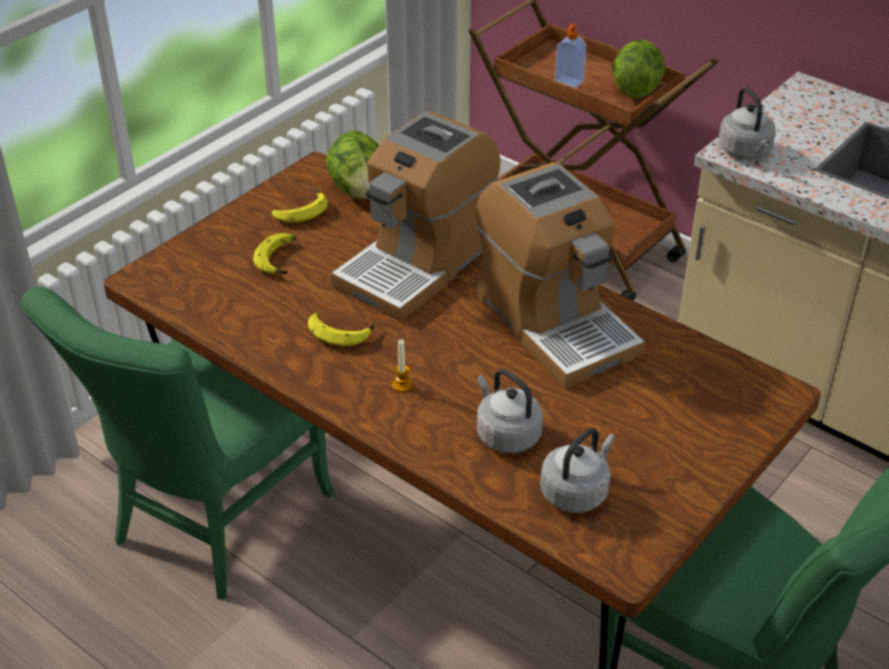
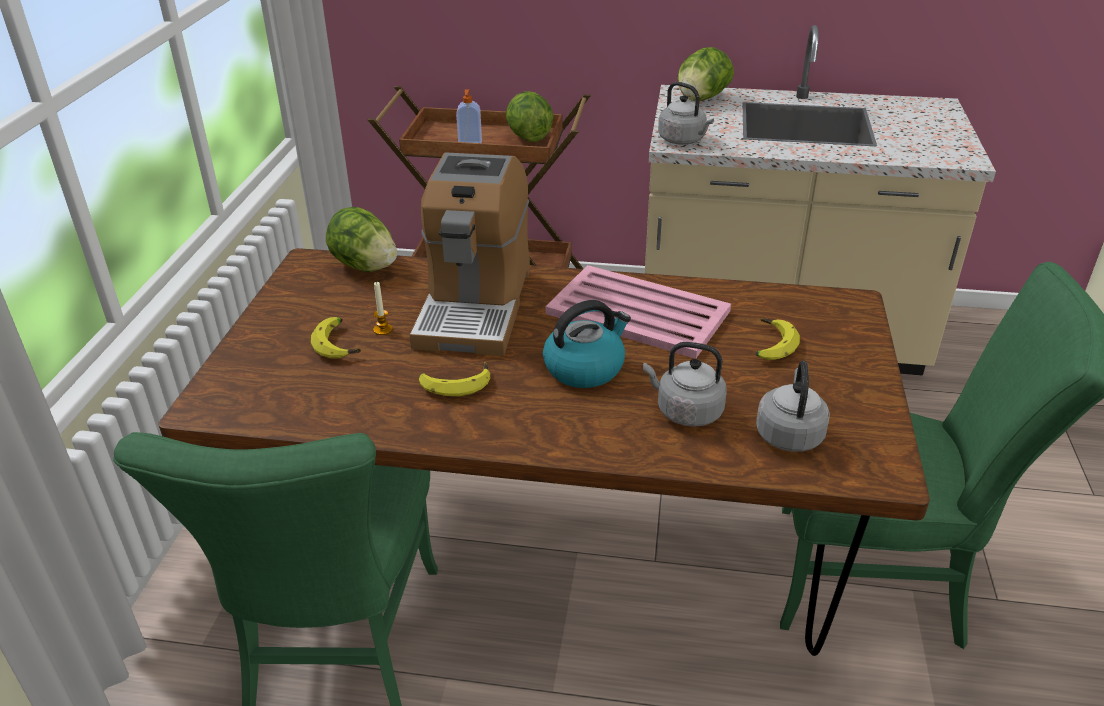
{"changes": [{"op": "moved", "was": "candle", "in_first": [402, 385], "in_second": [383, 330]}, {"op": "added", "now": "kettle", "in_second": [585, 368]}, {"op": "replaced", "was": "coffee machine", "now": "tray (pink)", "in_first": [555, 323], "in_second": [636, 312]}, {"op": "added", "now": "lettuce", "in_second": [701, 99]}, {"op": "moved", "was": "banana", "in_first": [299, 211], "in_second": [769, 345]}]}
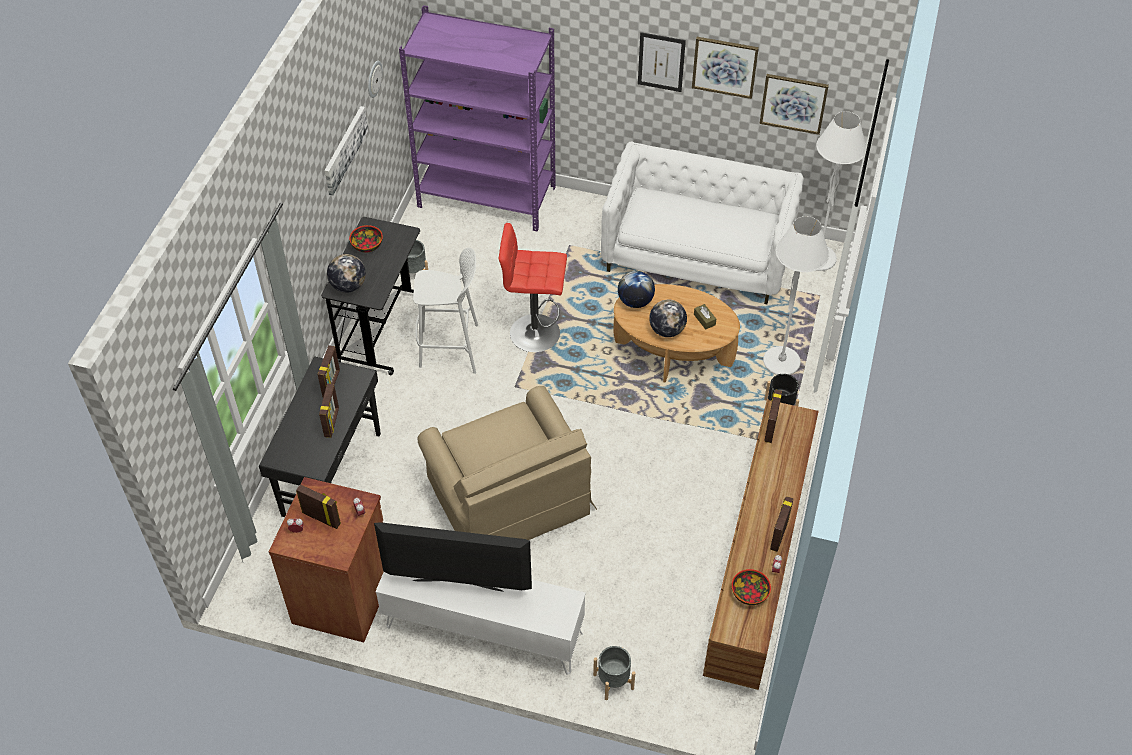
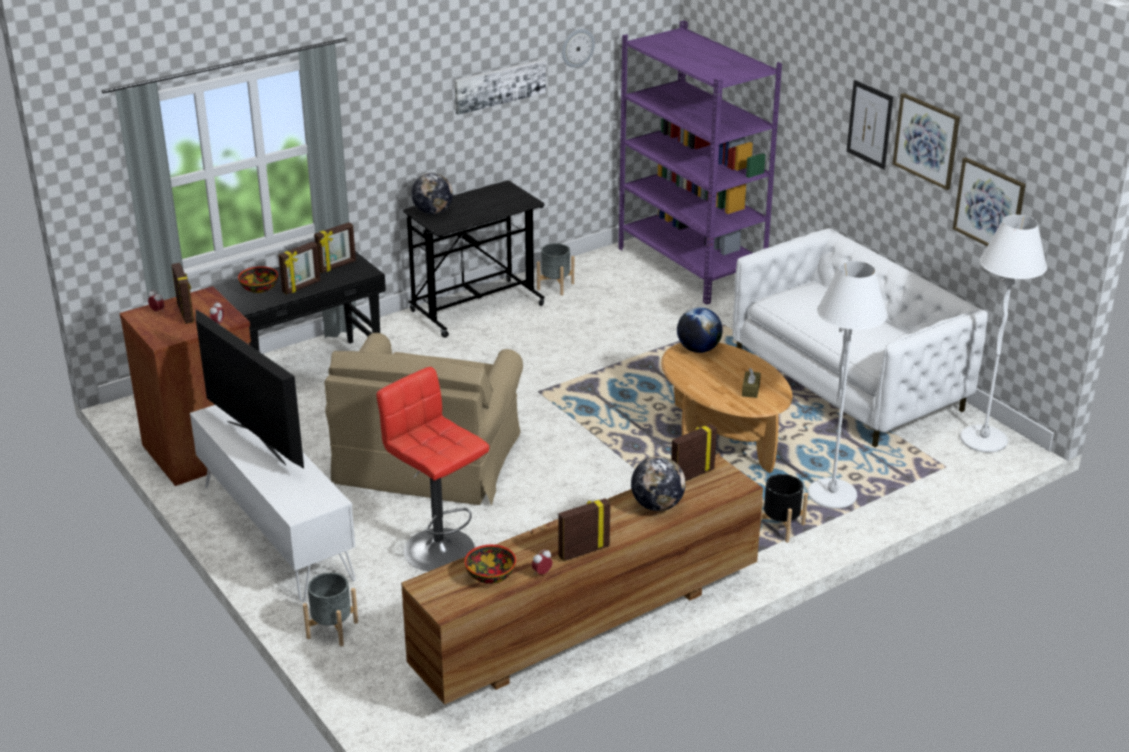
{"changes": [{"op": "moved", "was": "bowl", "in_first": [367, 245], "in_second": [260, 288]}, {"op": "moved", "was": "stool (red)", "in_first": [534, 333], "in_second": [439, 549]}, {"op": "moved", "was": "globe", "in_first": [667, 330], "in_second": [657, 505]}, {"op": "removed", "was": "stool (white)", "in_first": [451, 349]}]}
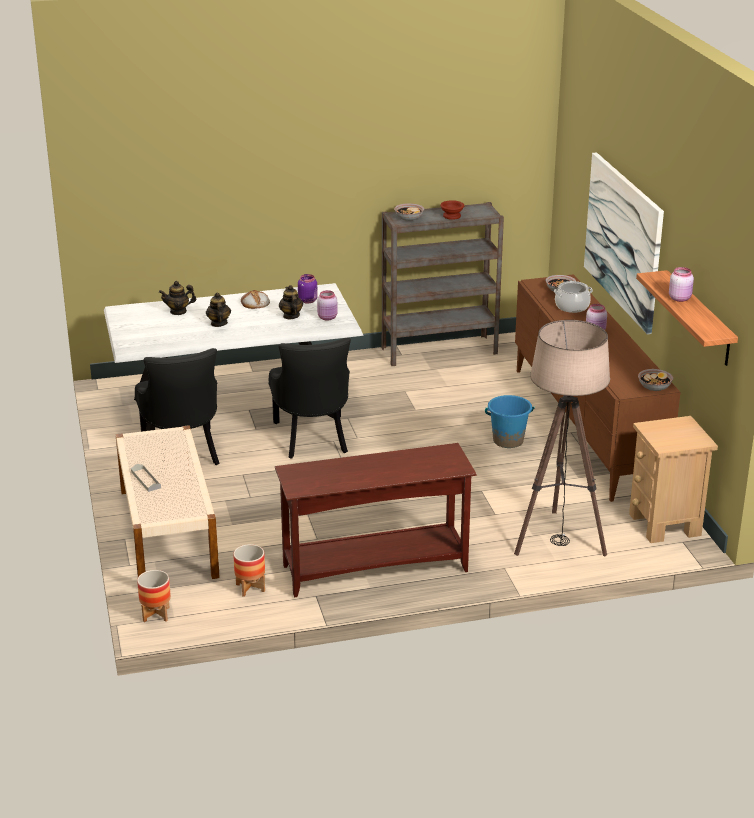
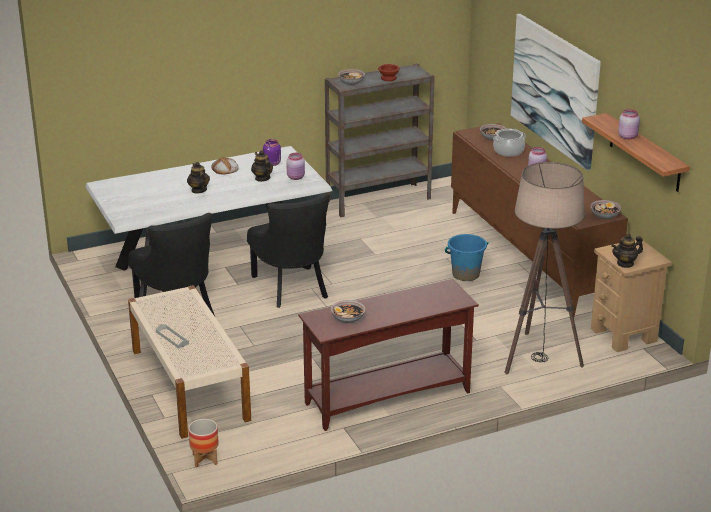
{"changes": [{"op": "added", "now": "bowl", "in_second": [348, 318]}, {"op": "moved", "was": "teapot", "in_first": [178, 311], "in_second": [625, 263]}, {"op": "removed", "was": "planter", "in_first": [250, 588]}]}
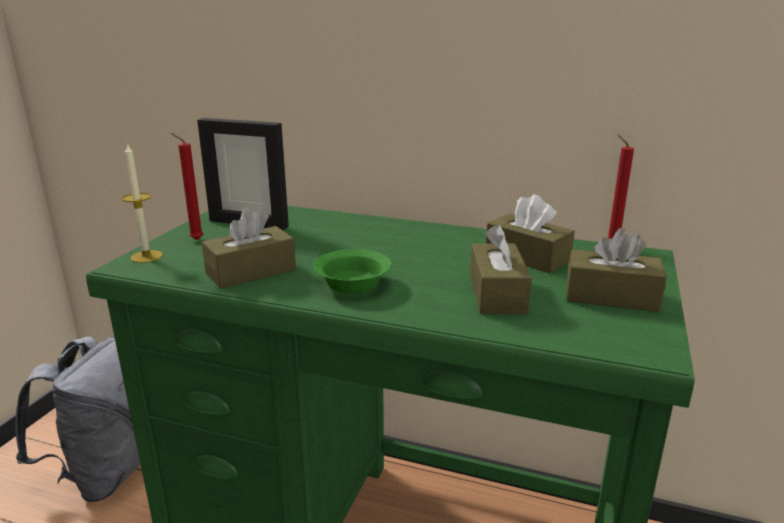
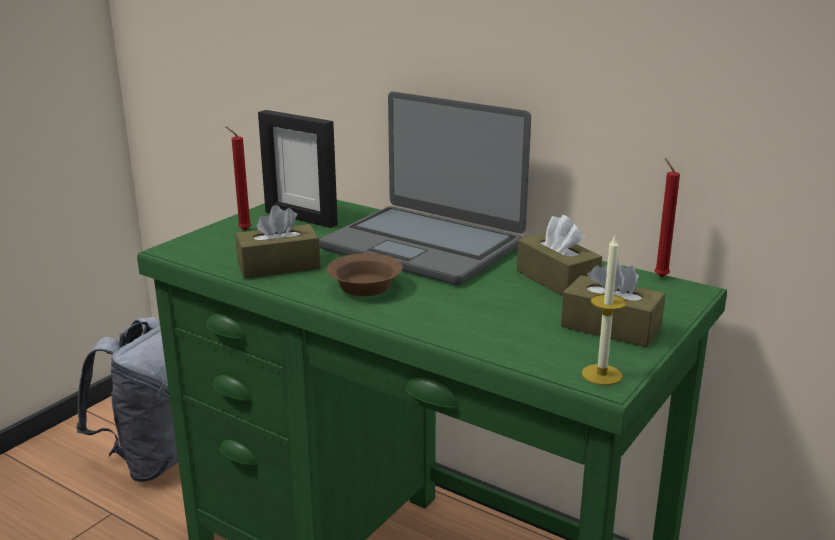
{"changes": [{"op": "added", "now": "laptop", "in_second": [423, 246]}, {"op": "recoloured", "was": "bowl (green)", "now": "bowl (brown)", "in_first": [354, 283], "in_second": [367, 287]}, {"op": "moved", "was": "candle", "in_first": [146, 256], "in_second": [601, 375]}, {"op": "removed", "was": "tissue box (brown)", "in_first": [497, 294]}]}
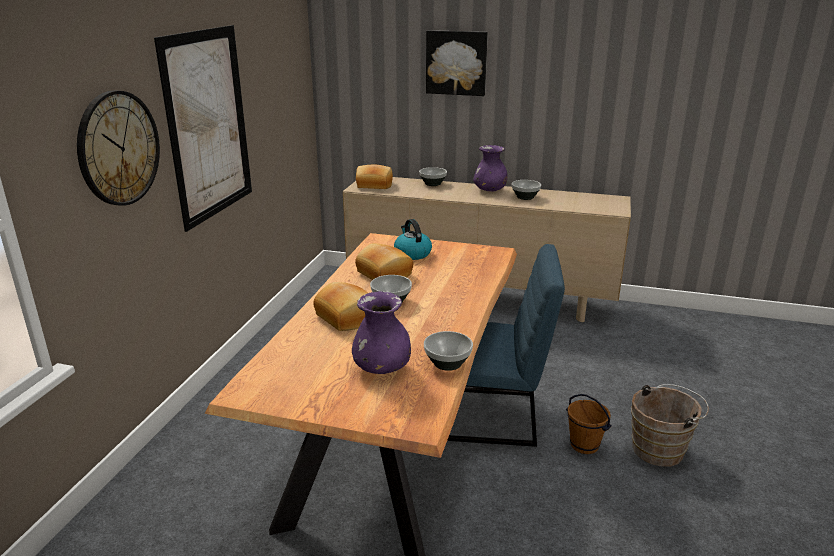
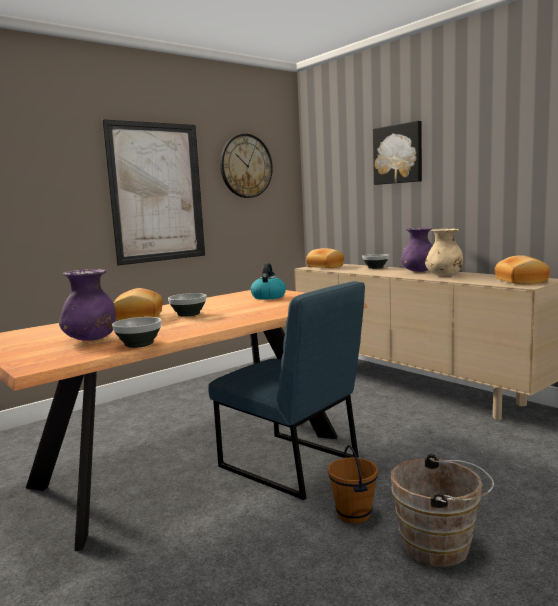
{"changes": [{"op": "moved", "was": "wall clock", "in_first": [118, 148], "in_second": [246, 166]}, {"op": "replaced", "was": "bowl", "now": "vase (beige)", "in_first": [525, 197], "in_second": [444, 275]}, {"op": "moved", "was": "bread", "in_first": [383, 274], "in_second": [520, 281]}]}
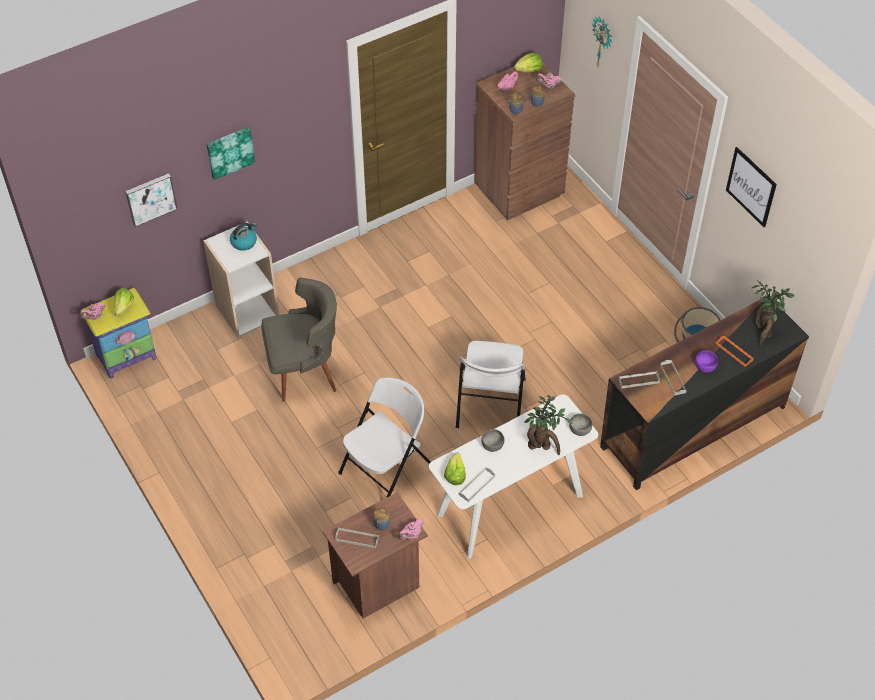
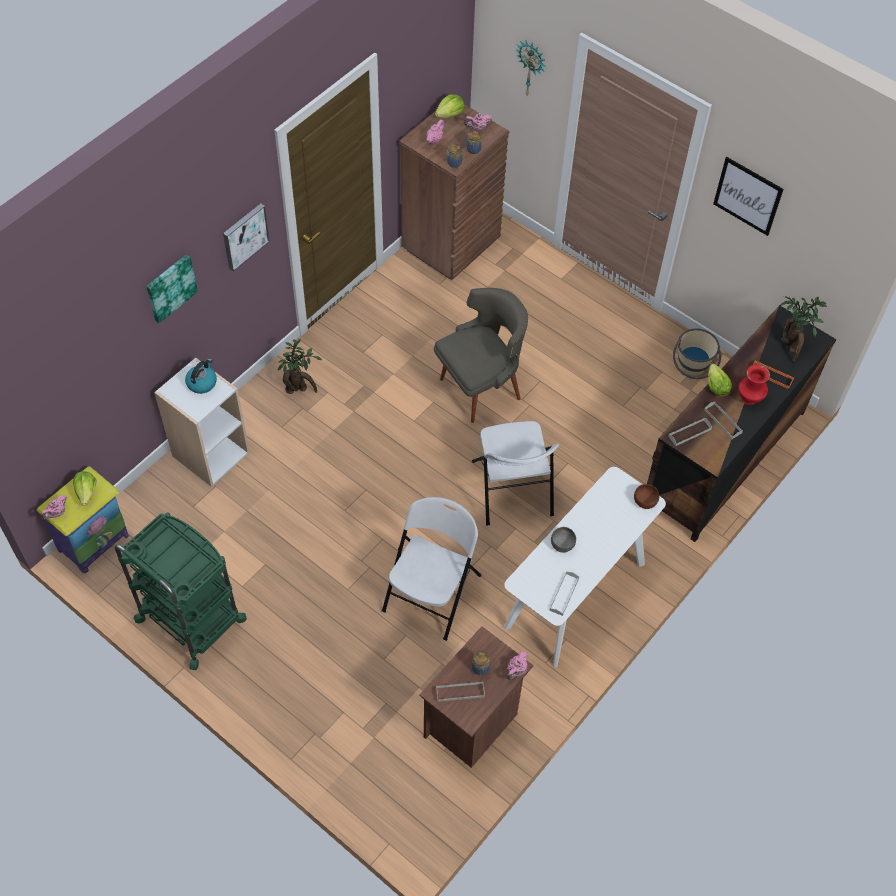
{"changes": [{"op": "added", "now": "cart (green)", "in_second": [192, 619]}, {"op": "moved", "was": "picture", "in_first": [150, 198], "in_second": [244, 236]}, {"op": "moved", "was": "potted plant", "in_first": [542, 447], "in_second": [299, 389]}, {"op": "moved", "was": "chair (grey)", "in_first": [304, 374], "in_second": [479, 389]}, {"op": "recoloured", "was": "bowl (grey)", "now": "bowl (brown)", "in_first": [580, 430], "in_second": [645, 501]}, {"op": "moved", "was": "lettuce", "in_first": [455, 474], "in_second": [716, 386]}, {"op": "replaced", "was": "bowl (purple)", "now": "vase (red)", "in_first": [705, 367], "in_second": [749, 399]}]}
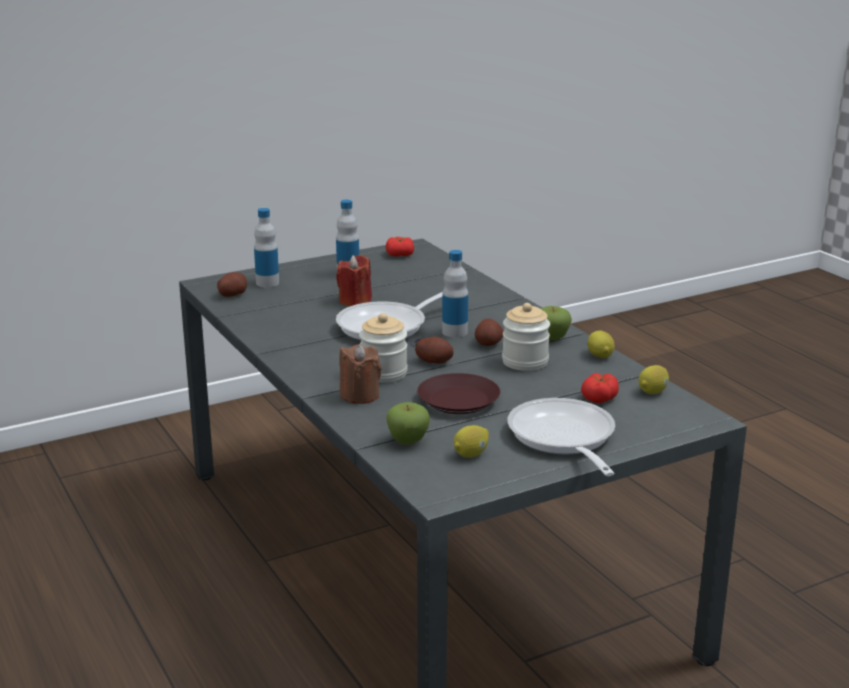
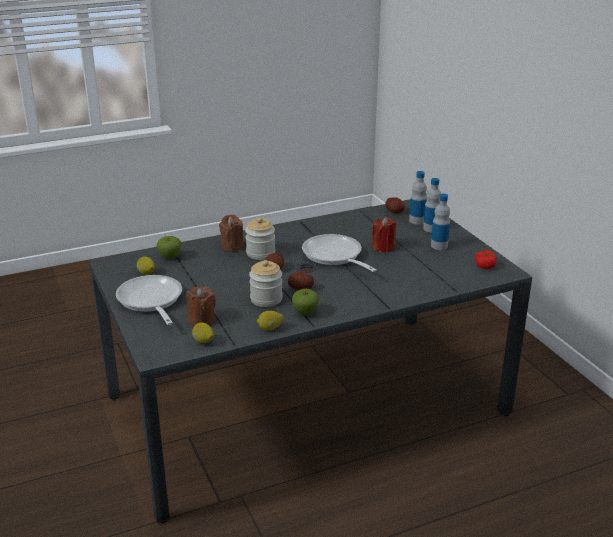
{"changes": [{"op": "turned", "was": "frying pan", "in_first": [563, 439], "in_second": [151, 301], "clockwise": -105}, {"op": "replaced", "was": "tomato", "now": "candle (brown)", "in_first": [599, 398], "in_second": [201, 320]}, {"op": "moved", "was": "bottle", "in_first": [454, 332], "in_second": [431, 228]}, {"op": "removed", "was": "plate (brown)", "in_first": [459, 400]}]}
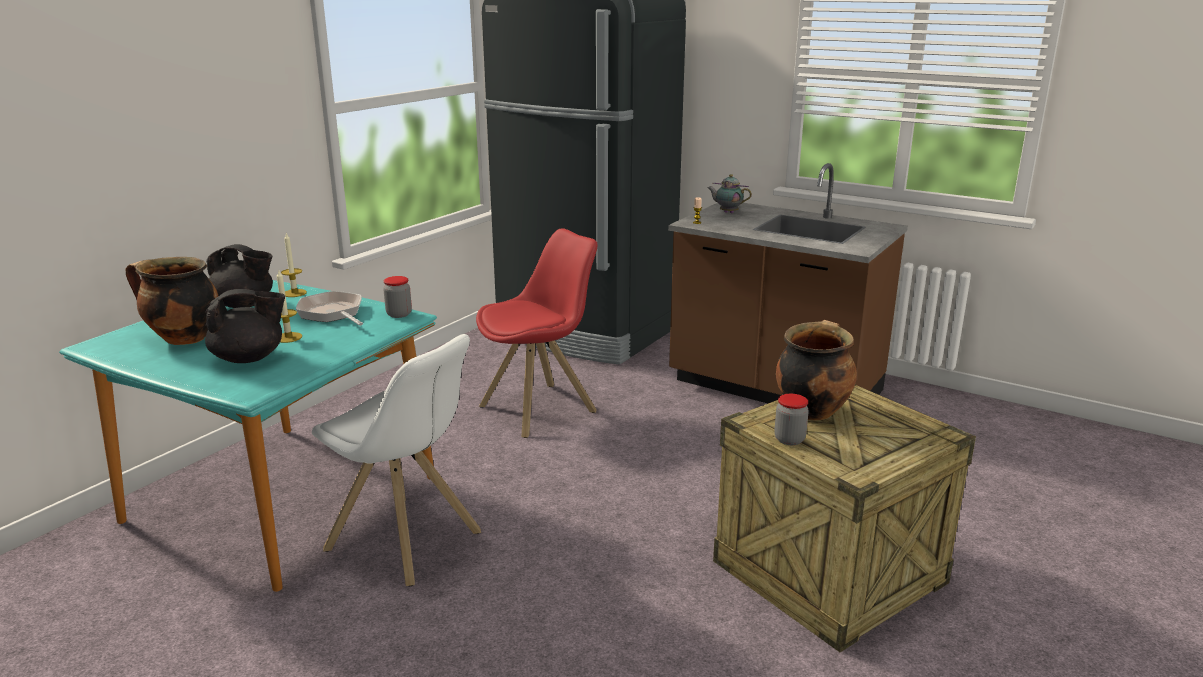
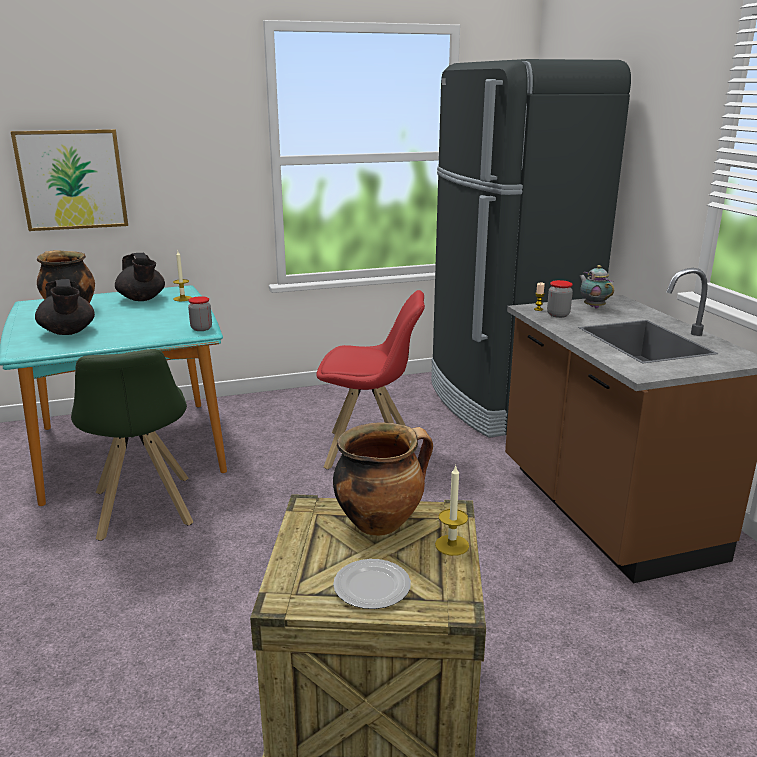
{"changes": [{"op": "added", "now": "picture", "in_second": [72, 179]}, {"op": "turned", "was": "teapot (black)", "in_first": [250, 358], "in_second": [68, 332], "clockwise": 45}, {"op": "recoloured", "was": "chair (white)", "now": "chair (green)", "in_first": [405, 540], "in_second": [144, 508]}, {"op": "added", "now": "plate", "in_second": [372, 588]}, {"op": "moved", "was": "candle", "in_first": [288, 337], "in_second": [452, 545]}, {"op": "moved", "was": "jar", "in_first": [789, 439], "in_second": [558, 315]}, {"op": "removed", "was": "frying pan", "in_first": [332, 313]}]}
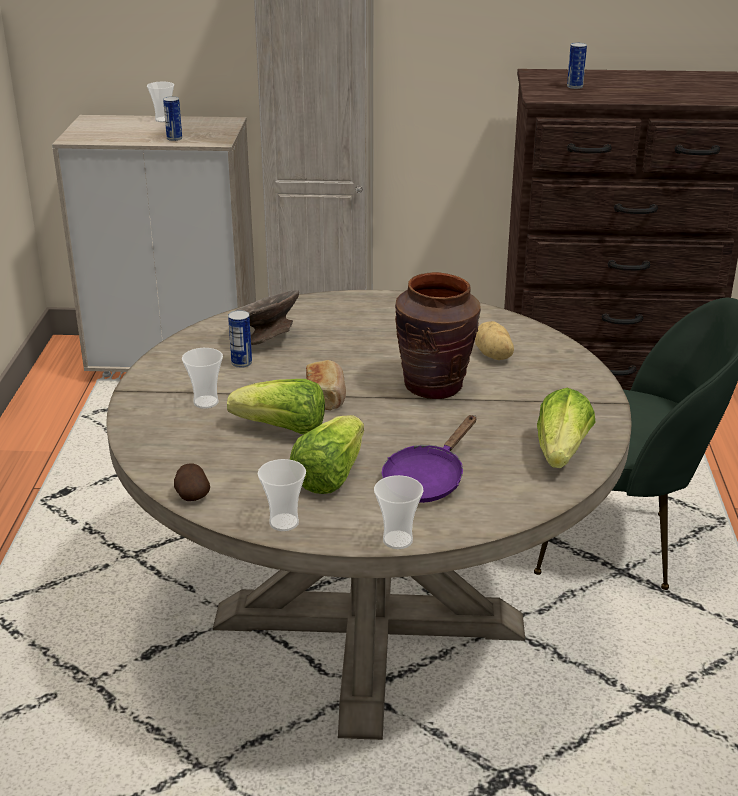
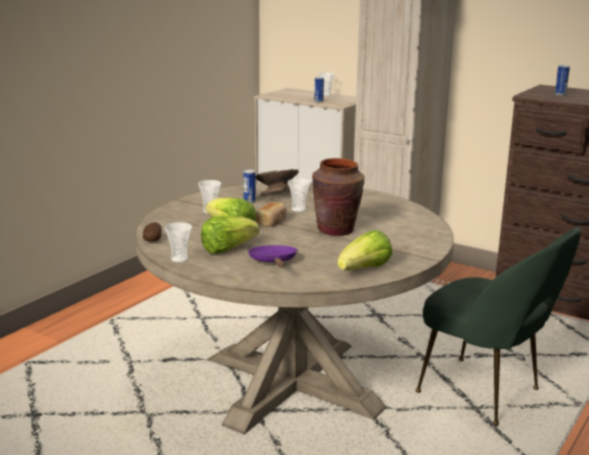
{"changes": [{"op": "turned", "was": "frying pan (purple)", "in_first": [427, 480], "in_second": [273, 262], "clockwise": 105}, {"op": "moved", "was": "cup", "in_first": [397, 540], "in_second": [298, 209]}, {"op": "removed", "was": "potato", "in_first": [493, 356]}]}
